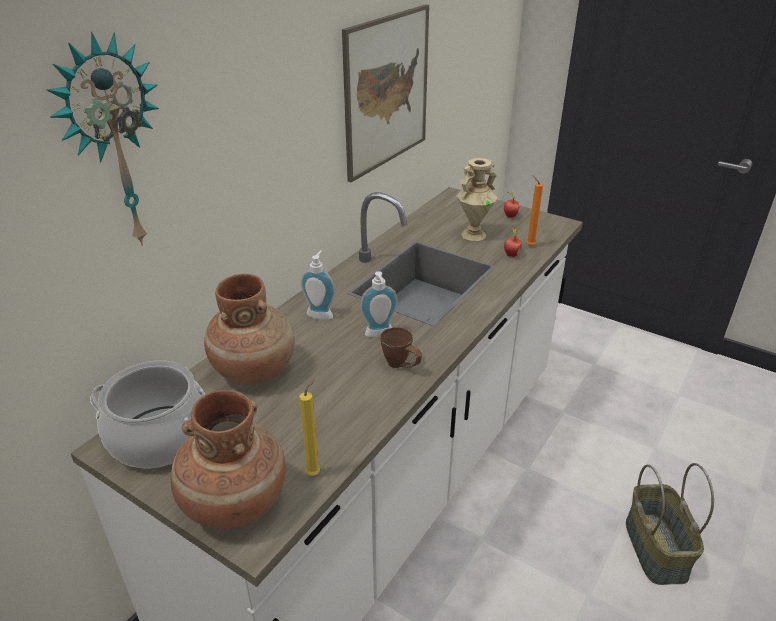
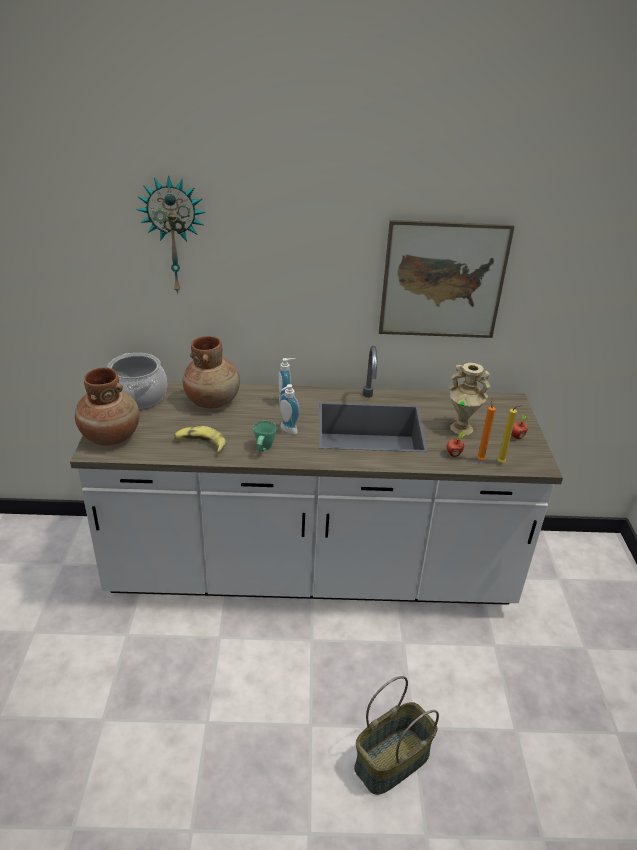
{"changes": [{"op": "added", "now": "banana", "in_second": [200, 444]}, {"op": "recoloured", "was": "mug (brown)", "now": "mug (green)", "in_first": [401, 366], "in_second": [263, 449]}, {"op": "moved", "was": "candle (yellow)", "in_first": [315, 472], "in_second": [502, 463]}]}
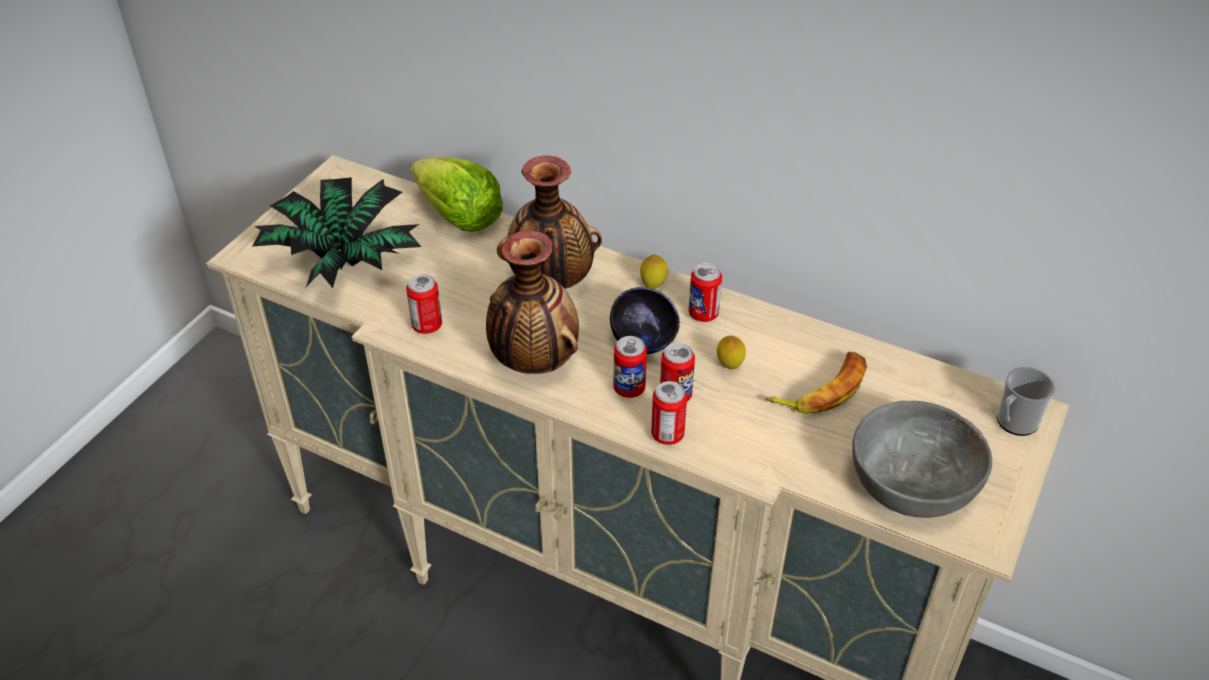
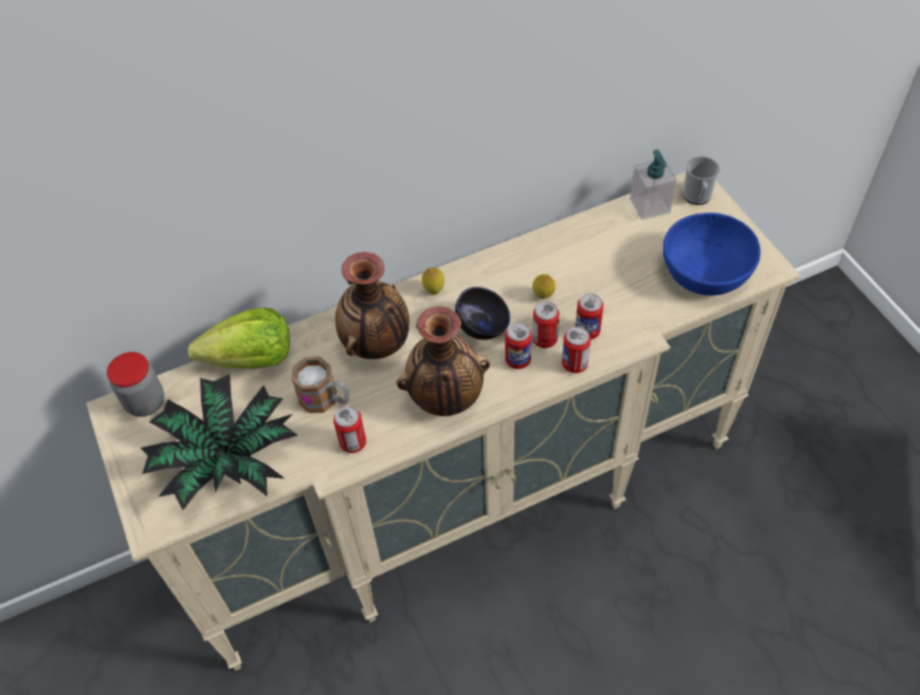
{"changes": [{"op": "added", "now": "jar", "in_second": [145, 402]}, {"op": "added", "now": "mug", "in_second": [325, 399]}, {"op": "moved", "was": "can", "in_first": [703, 314], "in_second": [587, 331]}, {"op": "added", "now": "soap dispenser", "in_second": [649, 206]}, {"op": "recoloured", "was": "bowl (grey)", "now": "bowl (blue)", "in_first": [911, 483], "in_second": [705, 272]}, {"op": "removed", "was": "banana", "in_first": [821, 389]}]}
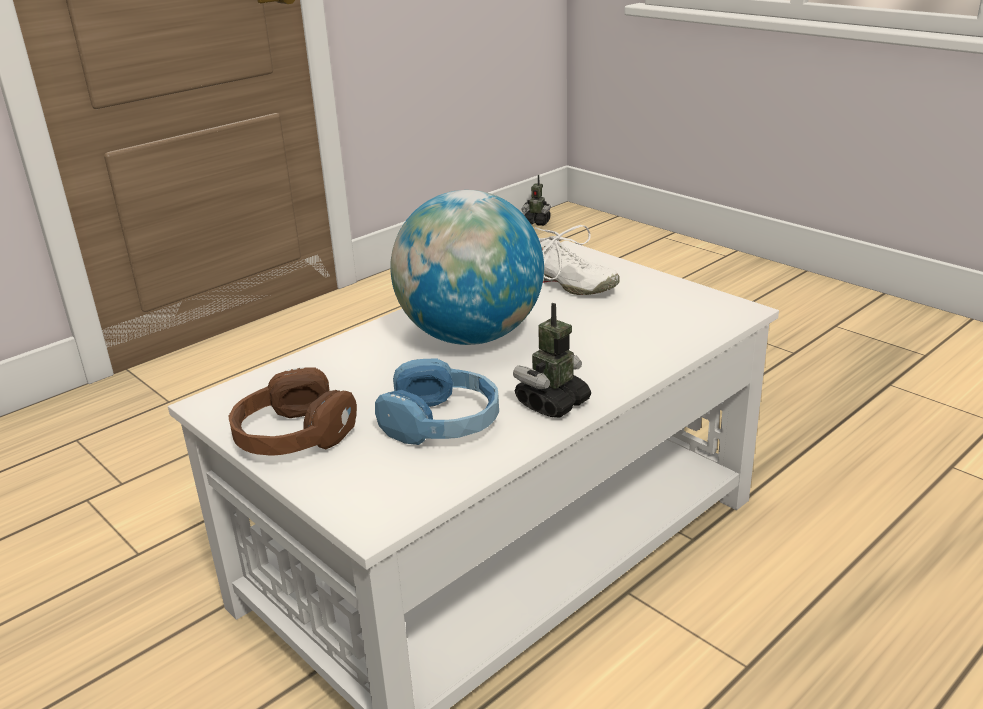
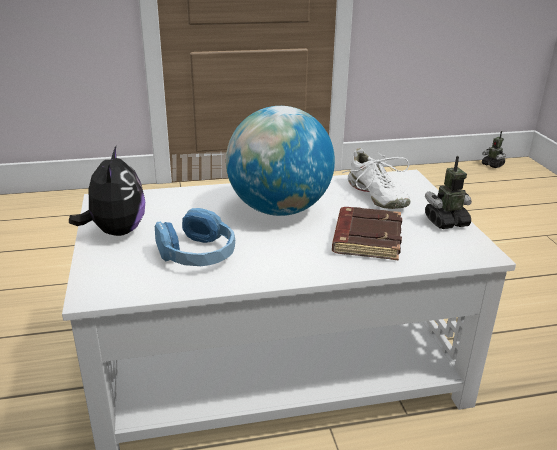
{"changes": [{"op": "replaced", "was": "headphones (brown)", "now": "plush toy", "in_first": [293, 436], "in_second": [116, 232]}, {"op": "added", "now": "book (brown)", "in_second": [365, 238]}, {"op": "moved", "was": "toy robot", "in_first": [552, 403], "in_second": [446, 222]}]}
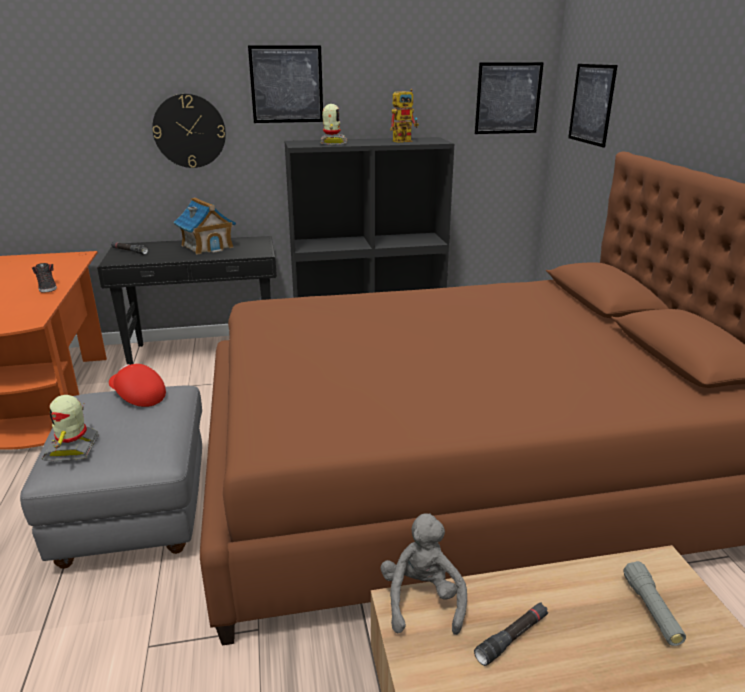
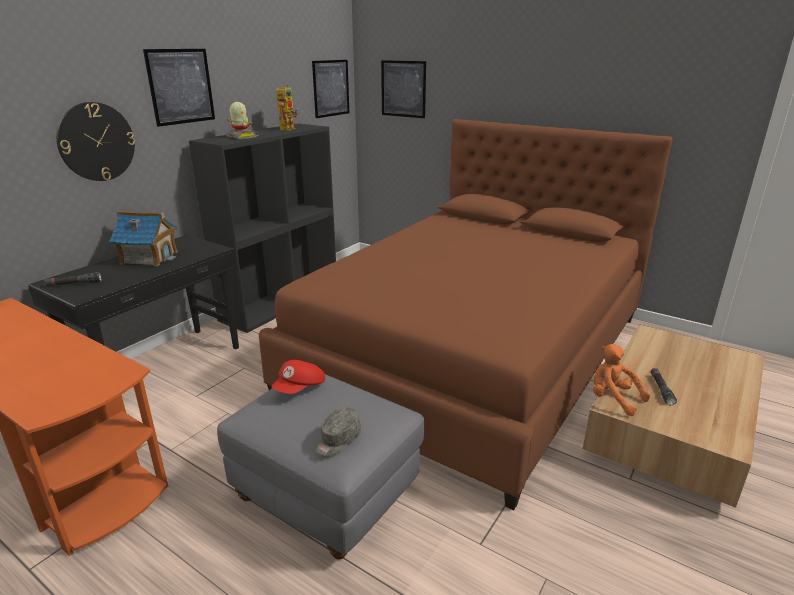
{"changes": [{"op": "turned", "was": "cap (red)", "in_first": [137, 396], "in_second": [300, 388], "clockwise": -45}, {"op": "replaced", "was": "toy robot", "now": "cap (grey)", "in_first": [73, 449], "in_second": [337, 440]}, {"op": "recoloured", "was": "plush toy (grey)", "now": "plush toy (orange)", "in_first": [422, 600], "in_second": [613, 399]}, {"op": "removed", "was": "shoe (black)", "in_first": [47, 287]}, {"op": "removed", "was": "flashlight (grey)", "in_first": [651, 610]}]}
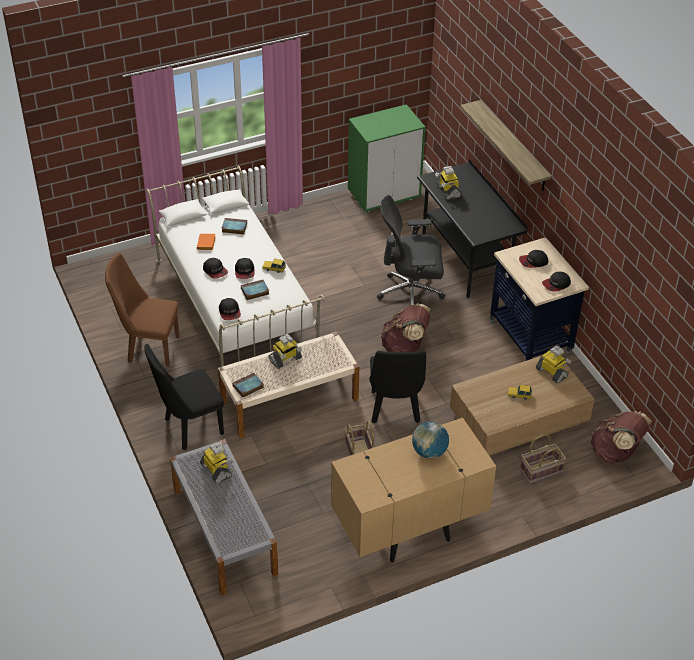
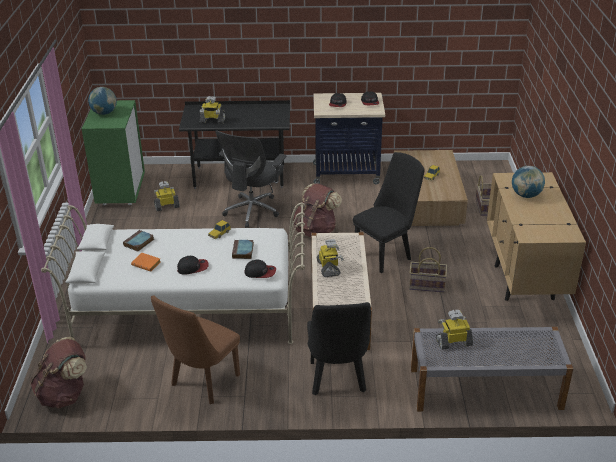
{"changes": [{"op": "moved", "was": "backpack (brown)", "in_first": [615, 453], "in_second": [64, 395]}, {"op": "added", "now": "globe", "in_second": [104, 113]}, {"op": "moved", "was": "toy robot", "in_first": [552, 372], "in_second": [167, 206]}, {"op": "turned", "was": "chair (black)", "in_first": [395, 411], "in_second": [386, 254], "clockwise": -60}, {"op": "removed", "was": "book", "in_first": [247, 387]}, {"op": "removed", "was": "cap", "in_first": [244, 271]}, {"op": "removed", "was": "shelf", "in_first": [513, 146]}]}
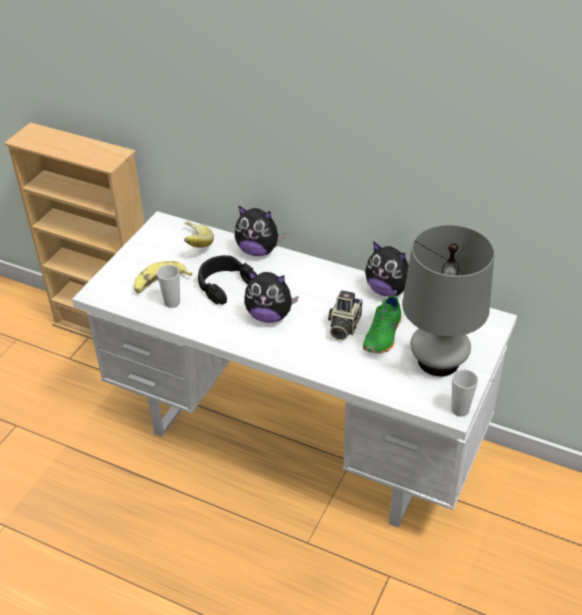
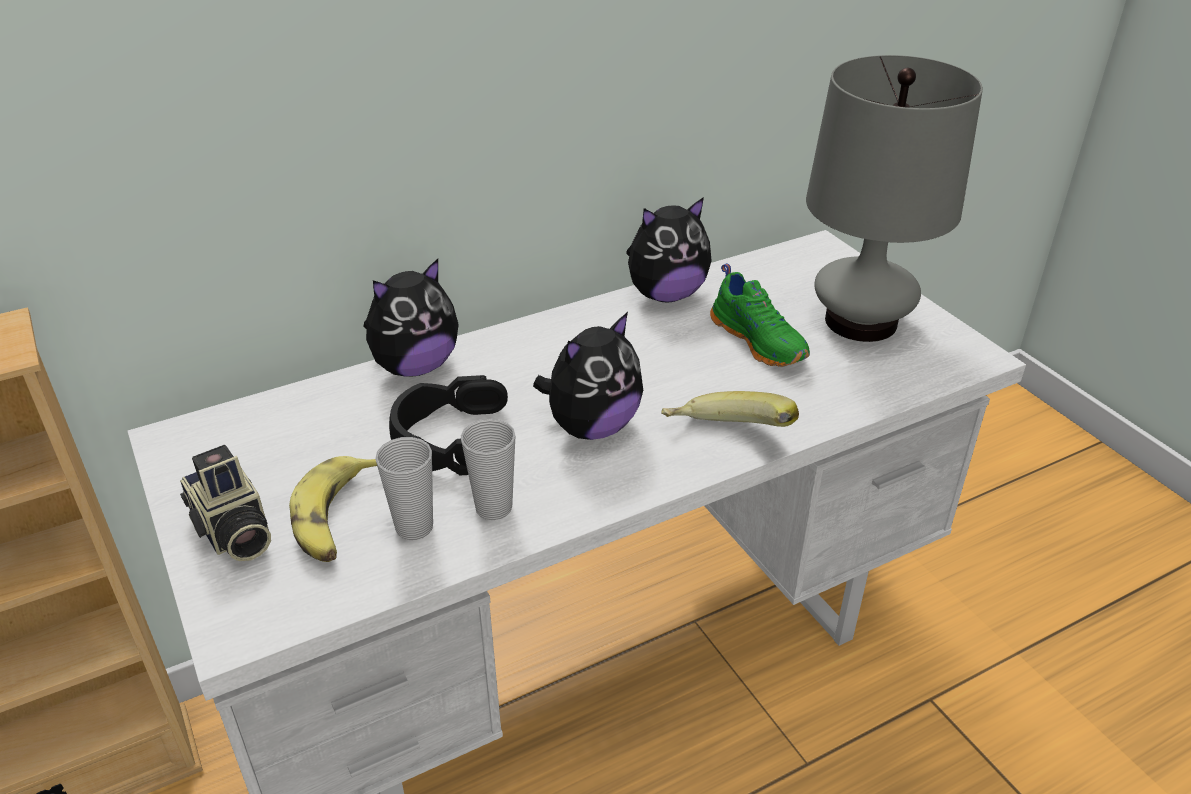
{"changes": [{"op": "moved", "was": "photo camera", "in_first": [343, 326], "in_second": [232, 532]}, {"op": "moved", "was": "cup", "in_first": [460, 410], "in_second": [493, 508]}, {"op": "moved", "was": "banana", "in_first": [193, 244], "in_second": [725, 440]}]}
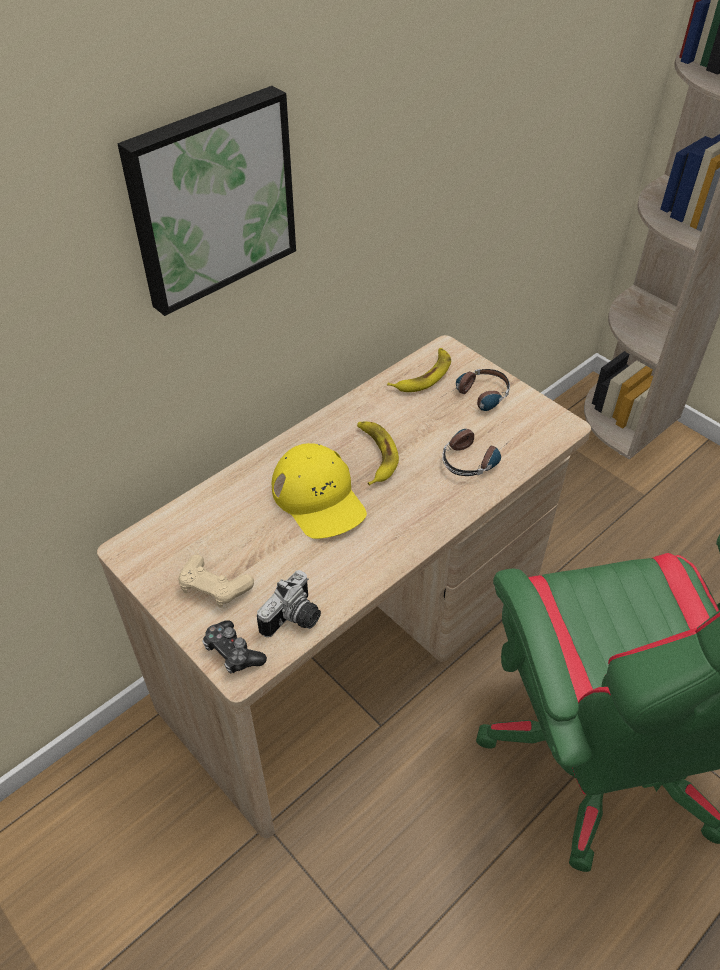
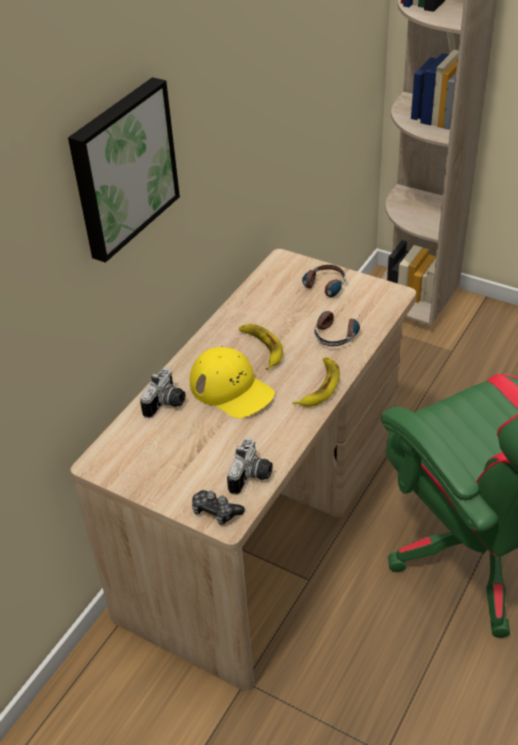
{"changes": [{"op": "added", "now": "photo camera", "in_second": [167, 404]}, {"op": "moved", "was": "banana", "in_first": [423, 375], "in_second": [319, 386]}, {"op": "removed", "was": "game controller (beige)", "in_first": [214, 587]}]}
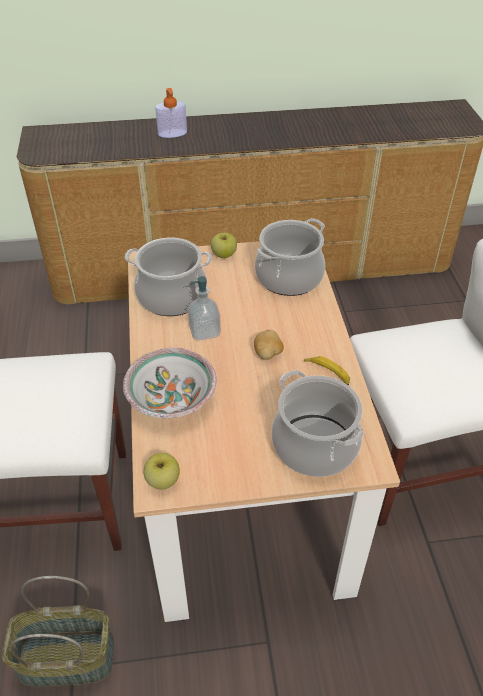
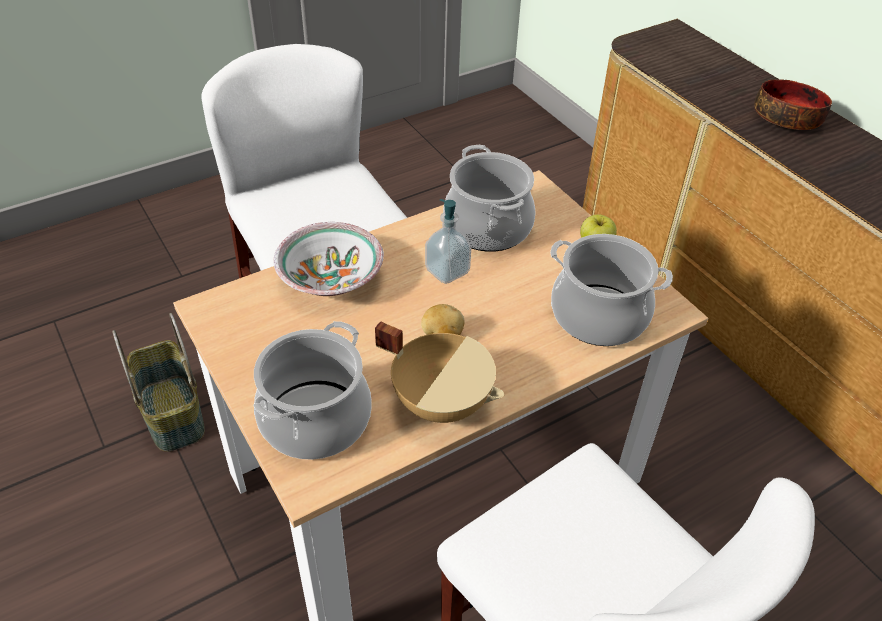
{"changes": [{"op": "replaced", "was": "banana", "now": "cooking pot (beige)", "in_first": [328, 373], "in_second": [442, 402]}, {"op": "replaced", "was": "soap dispenser", "now": "bowl", "in_first": [172, 133], "in_second": [787, 118]}, {"op": "removed", "was": "apple", "in_first": [162, 480]}]}
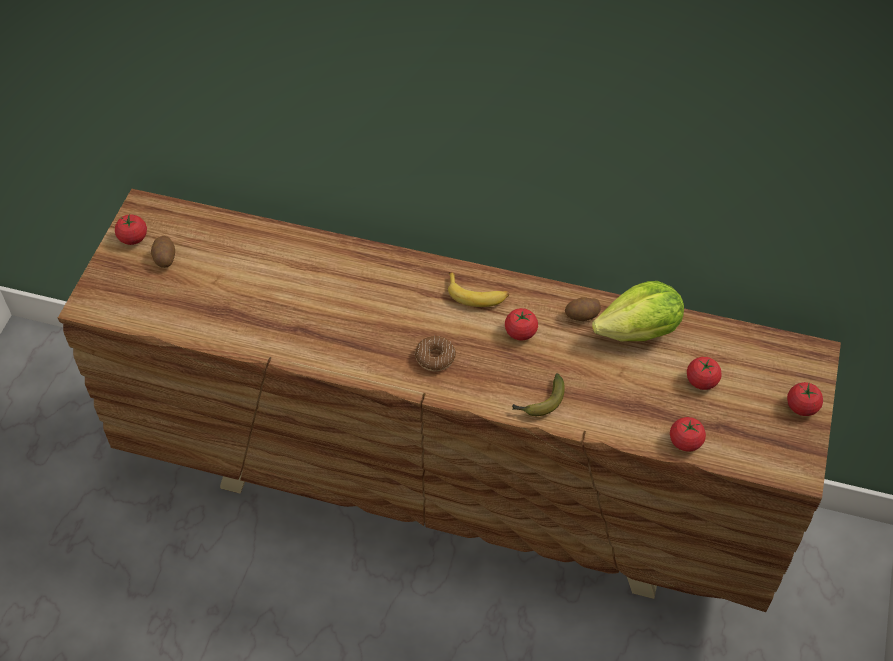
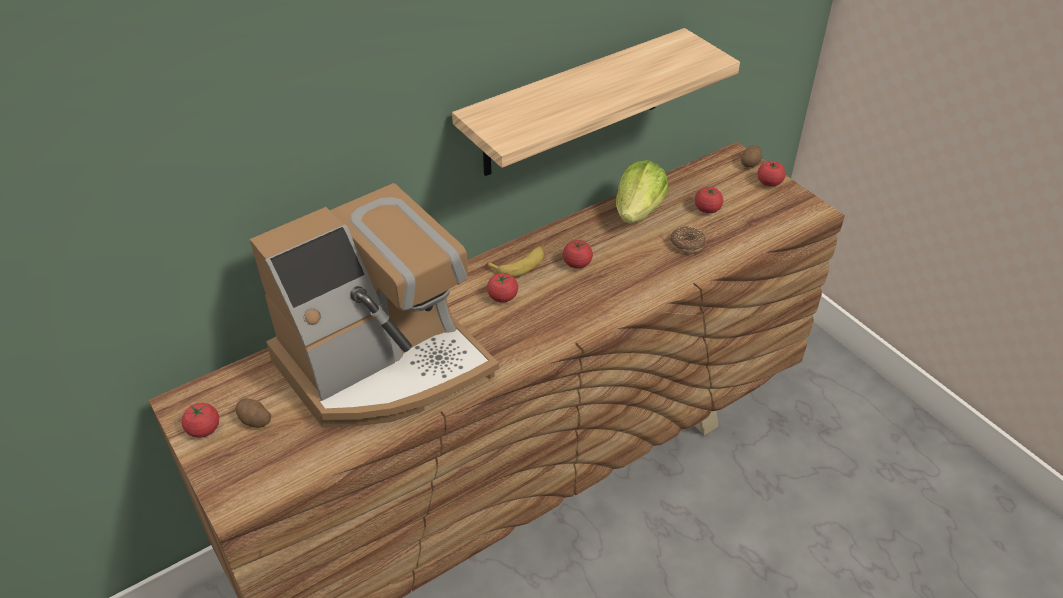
{"changes": [{"op": "added", "now": "coffee machine", "in_second": [384, 365]}, {"op": "added", "now": "shelf", "in_second": [573, 104]}, {"op": "moved", "was": "tomato", "in_first": [685, 441], "in_second": [502, 297]}, {"op": "moved", "was": "donut", "in_first": [435, 357], "in_second": [687, 244]}, {"op": "moved", "was": "potato", "in_first": [582, 316], "in_second": [750, 163]}, {"op": "removed", "was": "banana", "in_first": [540, 402]}]}
